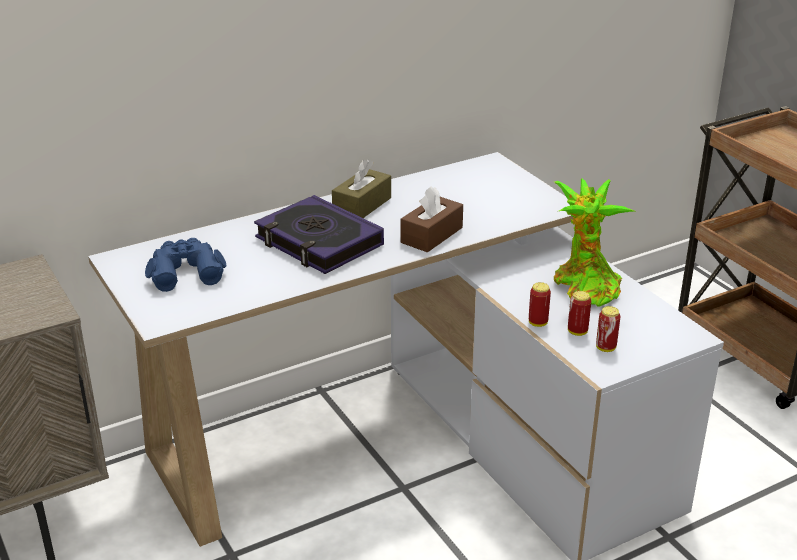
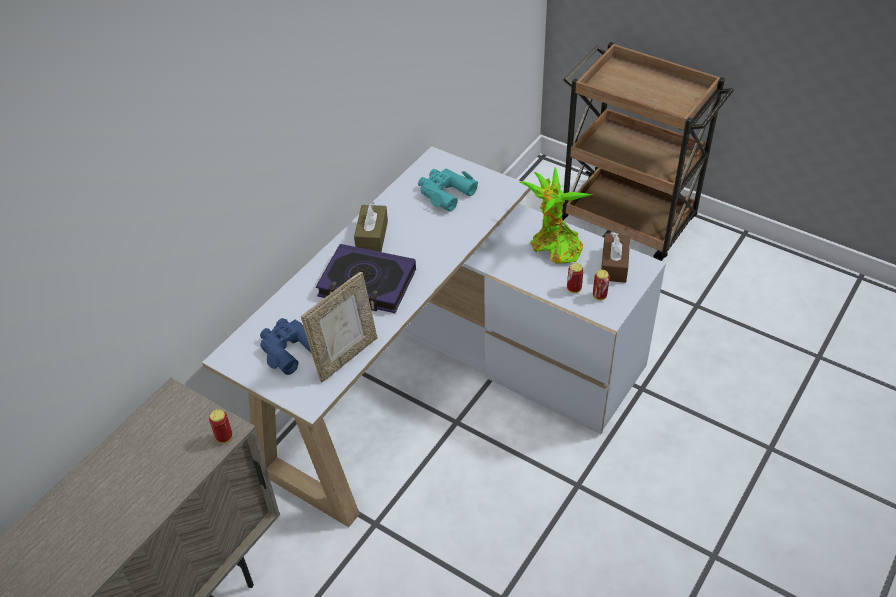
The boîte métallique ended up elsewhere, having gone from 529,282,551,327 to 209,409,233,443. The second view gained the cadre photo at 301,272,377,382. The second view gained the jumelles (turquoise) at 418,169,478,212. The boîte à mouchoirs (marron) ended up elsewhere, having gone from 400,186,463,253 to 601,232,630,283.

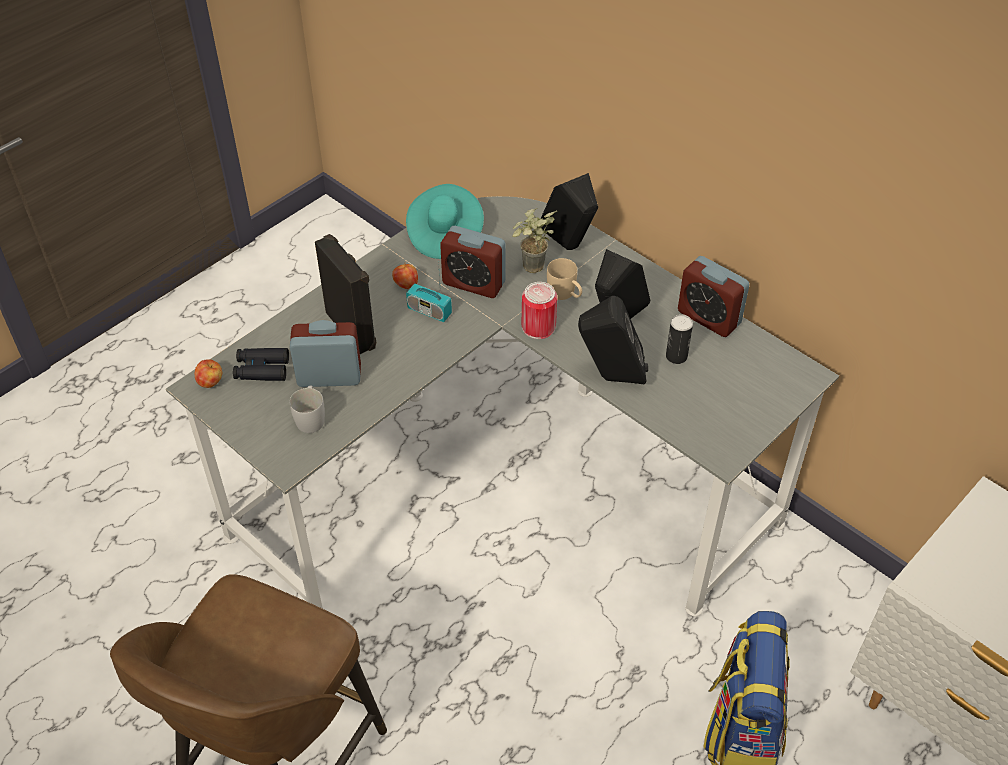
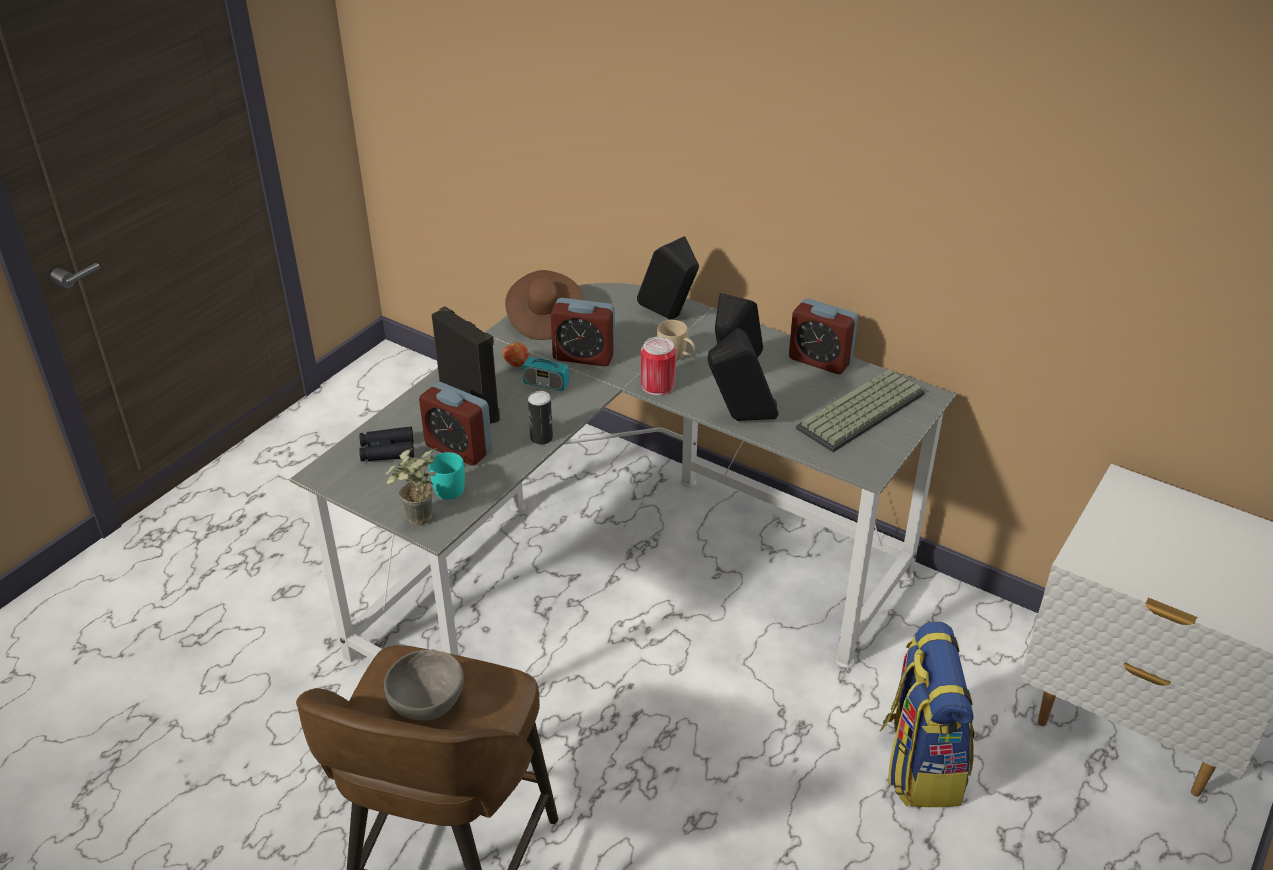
The second view gained the bol (gris) at 384,649,464,721. The plante en pot ended up elsewhere, having gone from 512,208,557,273 to 386,448,437,525. The réveil at 290,320,361,387 ended up facing another way, 135 degrees counterclockwise from before. What was the mug (blanc) at 290,386,325,433 turned into the mug (turquoise) at 429,452,465,500. What was the chapeau (turquoise) at 406,184,484,259 turned into the chapeau (marron) at 505,270,583,340. The boîte métallique ended up elsewhere, having gone from 666,314,693,364 to 528,391,553,445. The second view gained the clavier at 796,369,924,452. The second view lost the pomme at 195,359,222,388.

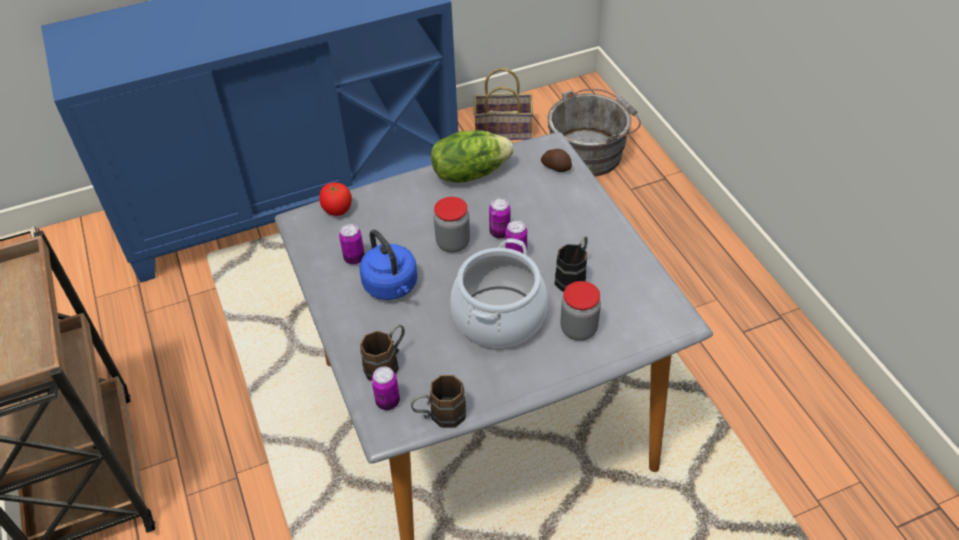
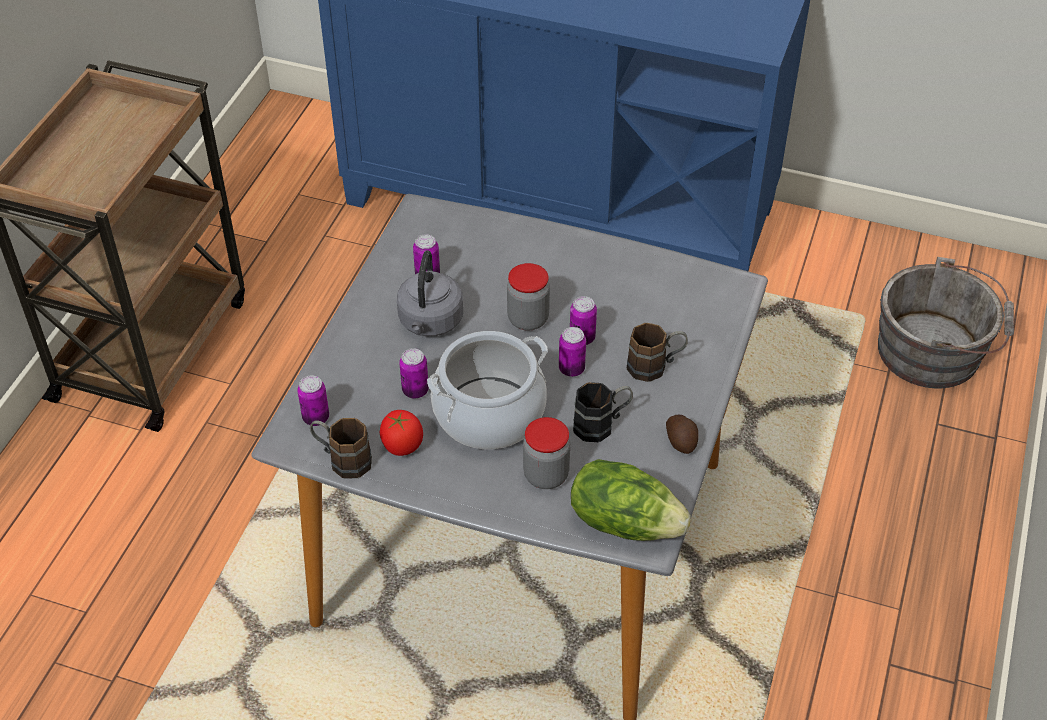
The tomate ended up elsewhere, having gone from 319,183,352,216 to 380,410,423,456. What was the bouilloire (bleu) at 360,230,418,300 turned into the bouilloire (gris) at 397,250,463,336. The second view gained the boîte métallique at 399,348,429,398. The laitue ended up elsewhere, having gone from 431,130,513,183 to 571,459,691,541. The mug (marron) ended up elsewhere, having gone from 360,324,405,381 to 627,323,688,382. The pomme de terre ended up elsewhere, having gone from 541,149,572,172 to 666,415,699,454. The second view lost the panier at 474,68,533,140.

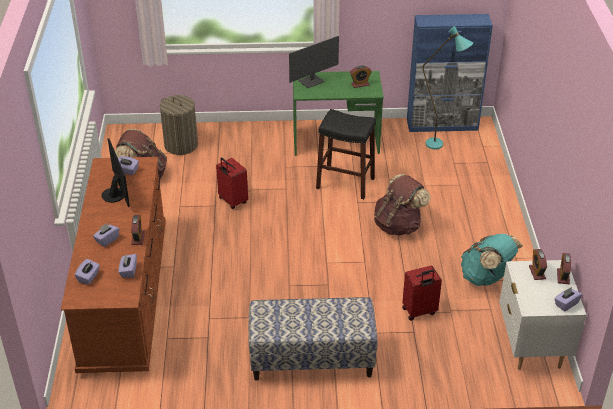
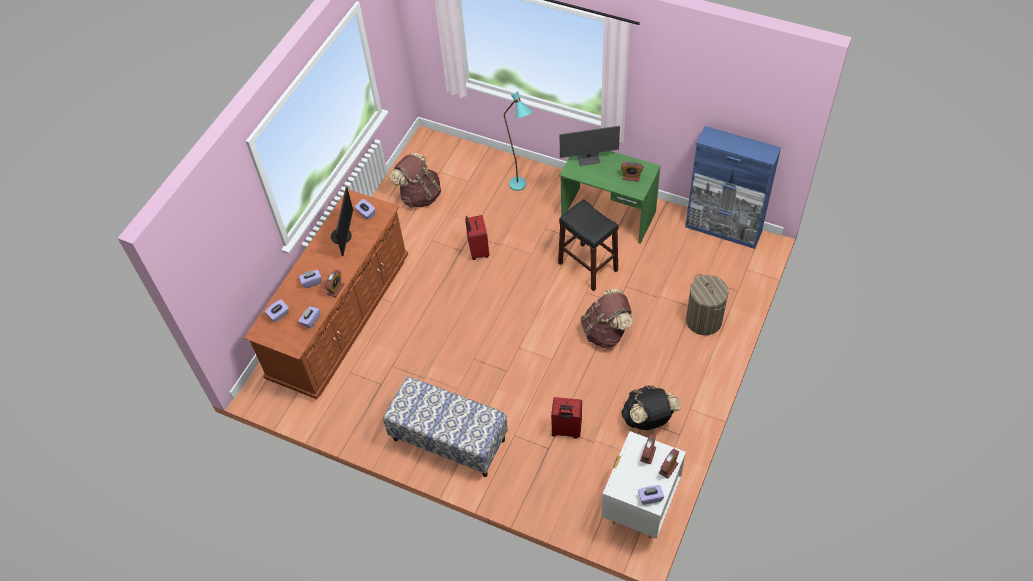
The lampadaire (turquoise) ended up elsewhere, having gone from 422,26,473,150 to 504,91,533,191. What was the sac à dos (turquoise) at 461,234,523,286 turned into the sac à dos (noir) at 622,385,681,430. The panier à linge ended up elsewhere, having gone from 160,95,198,155 to 686,274,729,335.

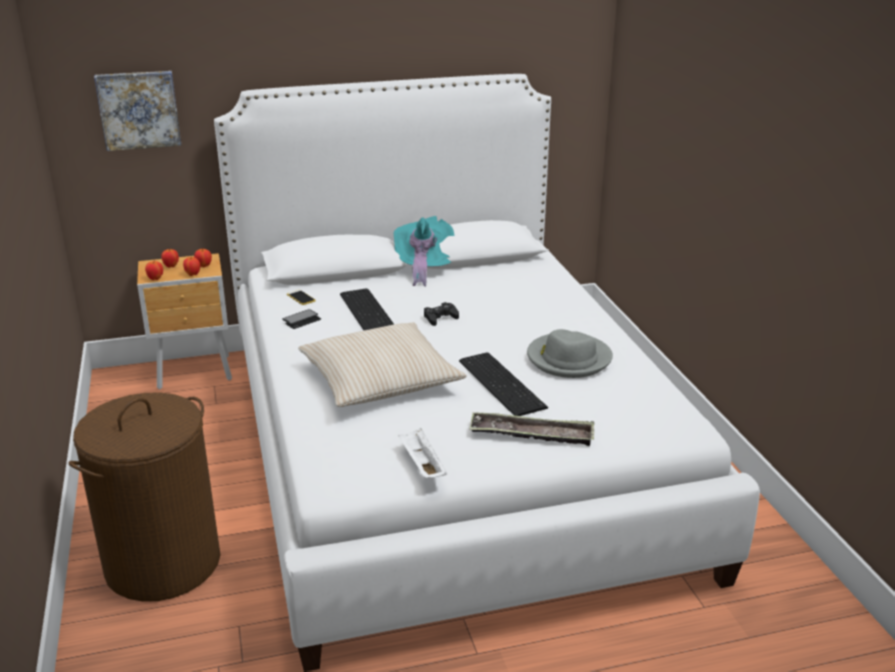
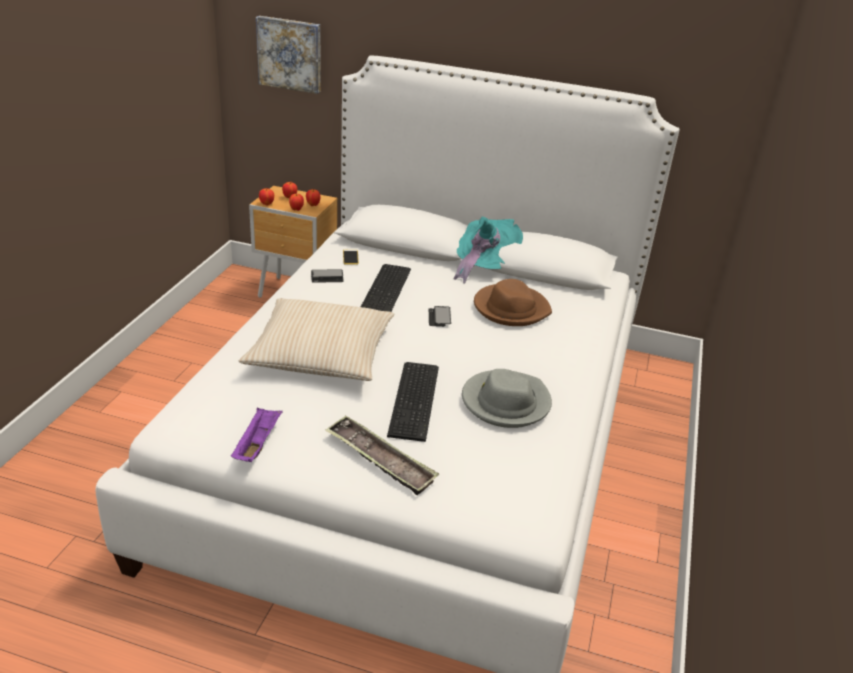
What was the plateau (blanc) at 399,428,447,478 turned into the plateau (violet) at 231,408,283,462. Where the manette (noir) stood at 424,302,459,326, the téléphone came to stand at 429,306,451,327. The second view gained the chapeau (marron) at 474,279,552,326. The second view lost the panier à linge (marron) at 69,392,220,602.

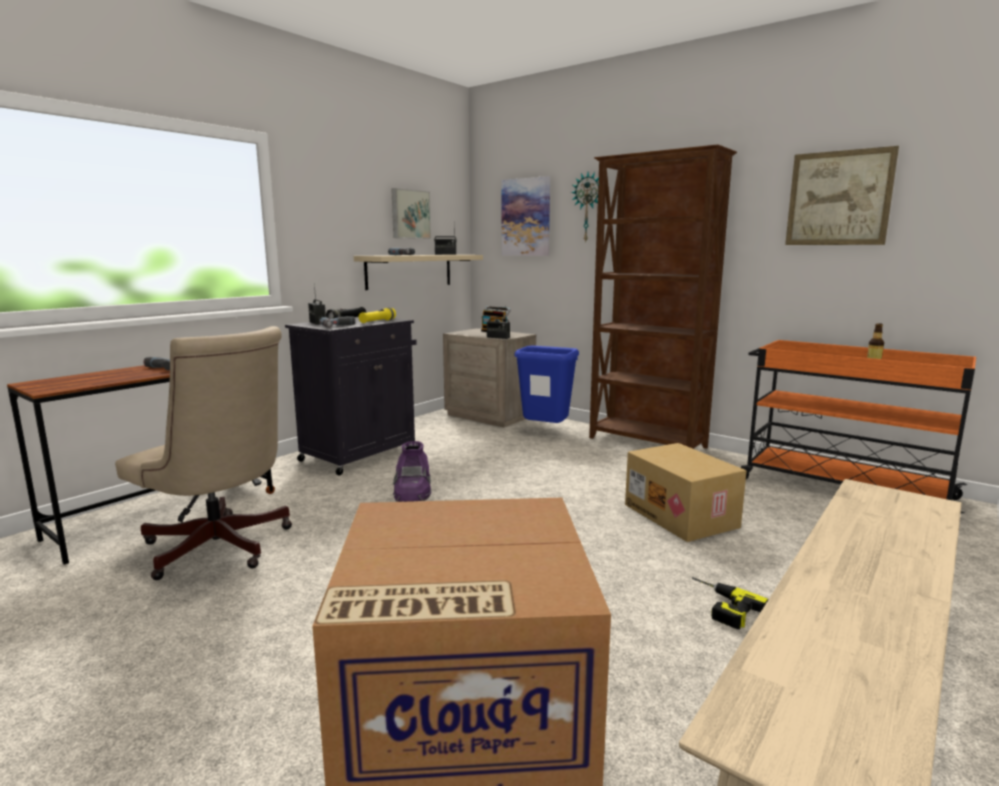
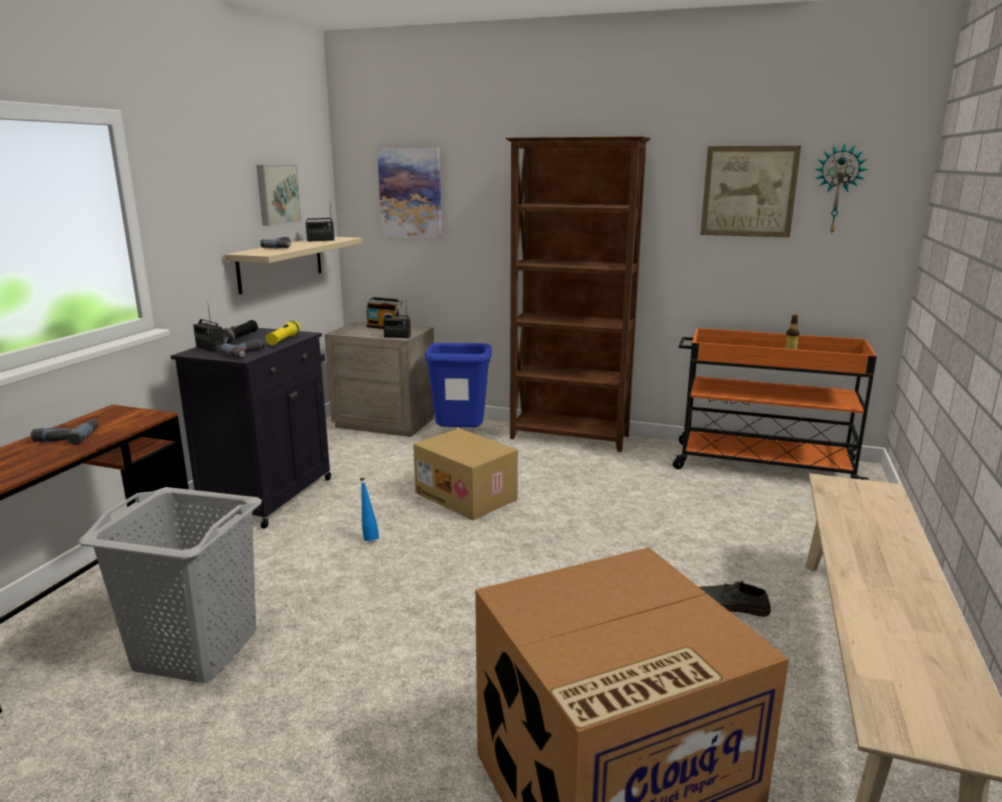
Where the chaise de bureau (beige) stood at 115,326,292,580, the panier à linge (gris) came to stand at 79,487,262,683. Where the botte (violet) stood at 393,441,431,502, the bouteille (bleu) came to stand at 360,478,379,541. The carton ended up elsewhere, having gone from 625,443,746,542 to 413,428,518,520. Where the perceuse stood at 692,577,769,630, the chaussure (gris) came to stand at 699,581,771,617. The horloge murale ended up elsewhere, having gone from 571,172,599,243 to 815,143,868,235.

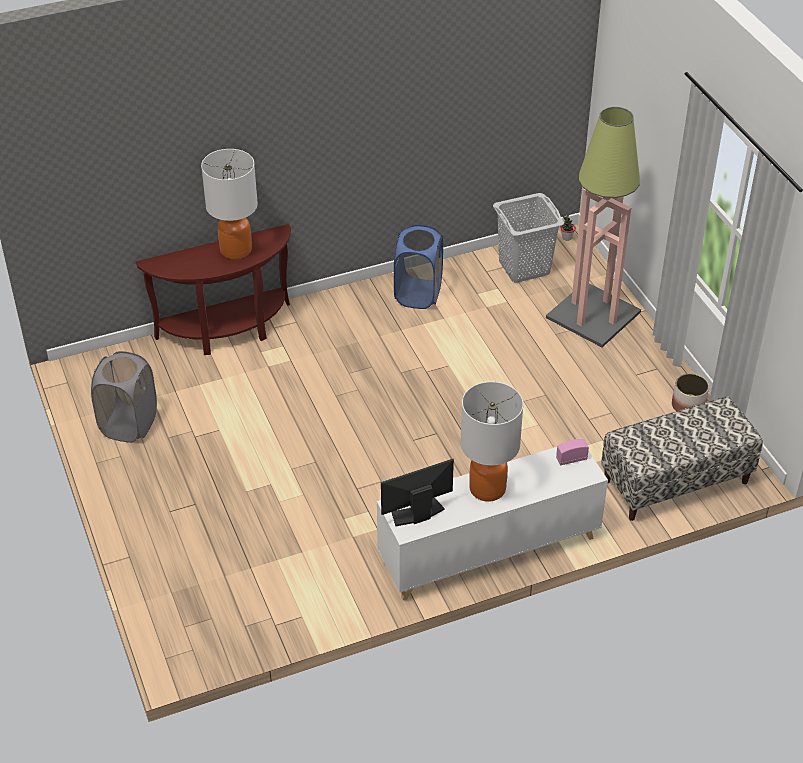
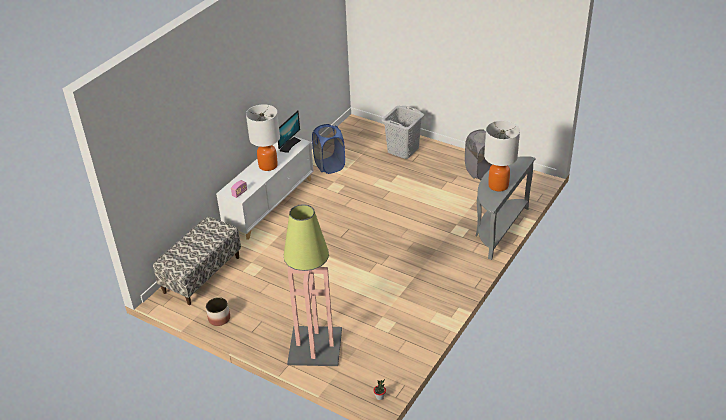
The panier à linge (bleu) ended up elsewhere, having gone from 394,225,443,309 to 312,124,345,174. The panier à linge (gris) ended up elsewhere, having gone from 493,193,564,283 to 381,106,424,159. What was the table console (marron) at 136,224,291,355 turned into the table console (gris) at 476,156,536,260.

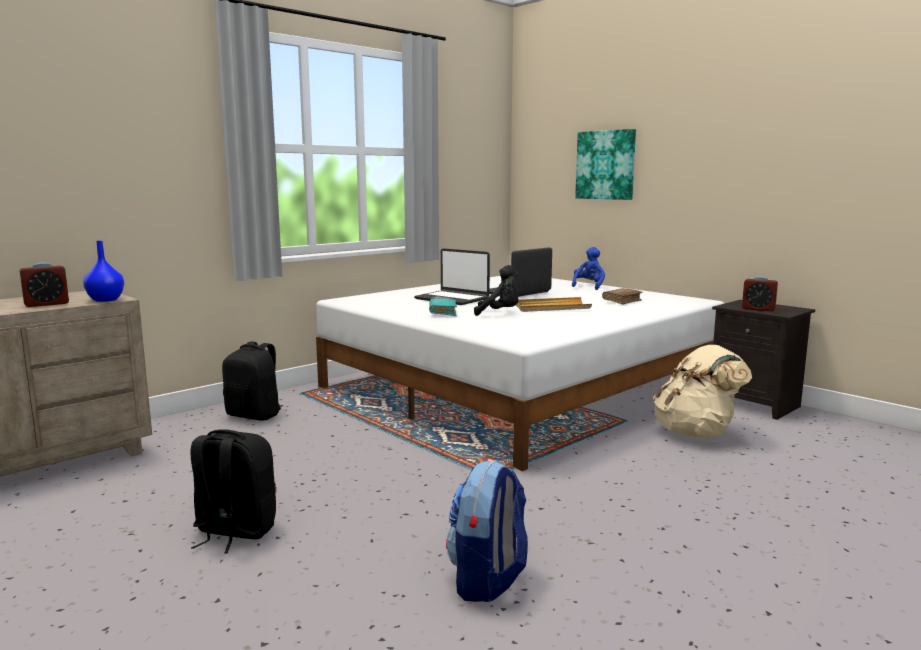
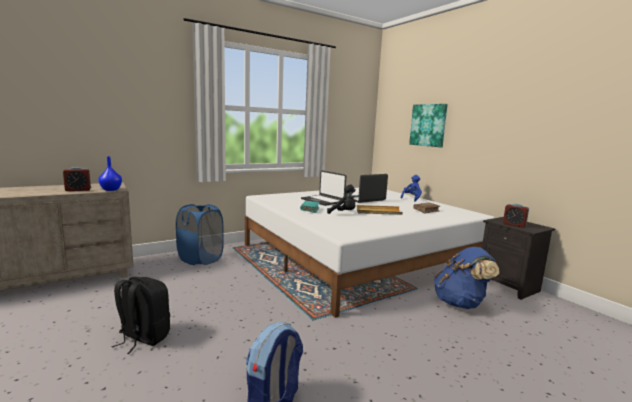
Where the sac à dos (noir) stood at 222,341,283,421, the panier à linge (bleu) came to stand at 176,204,224,265. What was the sac à dos (beige) at 653,345,752,439 turned into the sac à dos (bleu) at 434,247,499,309.

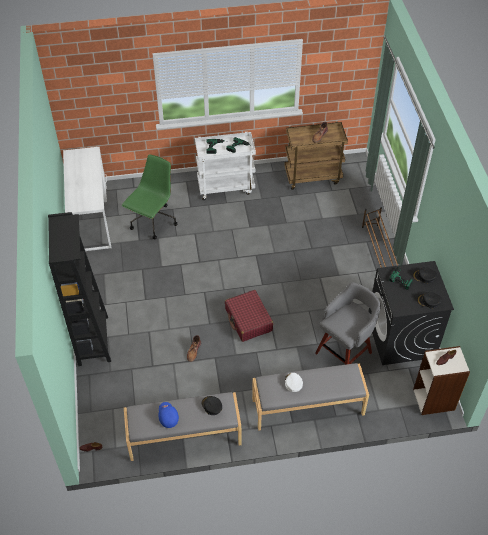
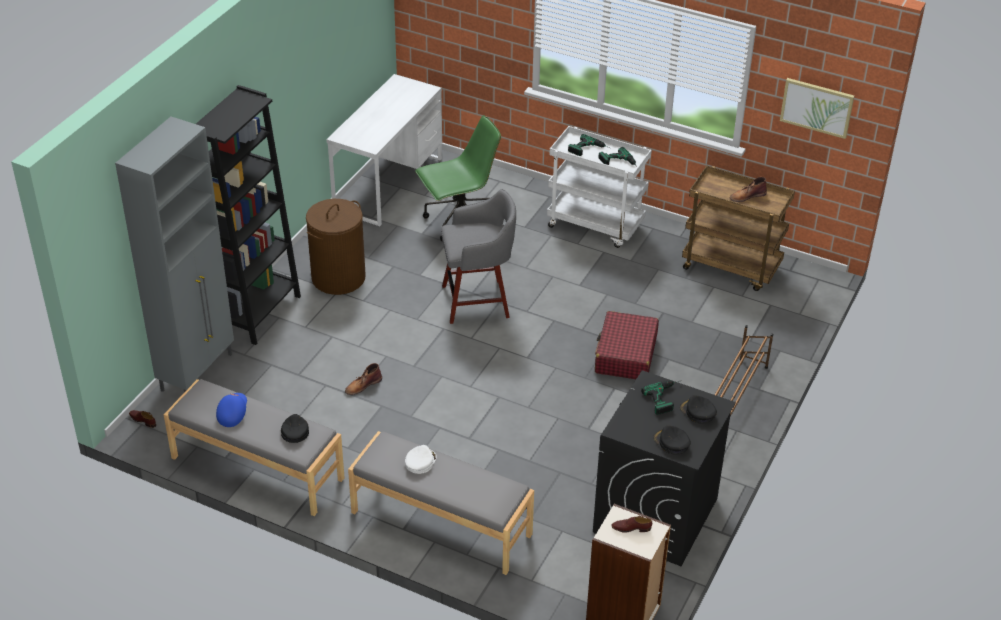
The second view gained the meuble de rangement (gris) at 115,117,234,392. The second view gained the panier à linge (marron) at 306,199,366,295. The tabouret (gris) ended up elsewhere, having gone from 315,282,381,365 to 441,189,516,324. The valise (rouge) ended up elsewhere, having gone from 225,290,273,342 to 595,311,659,379. The second view gained the tableau at 780,78,854,139.

